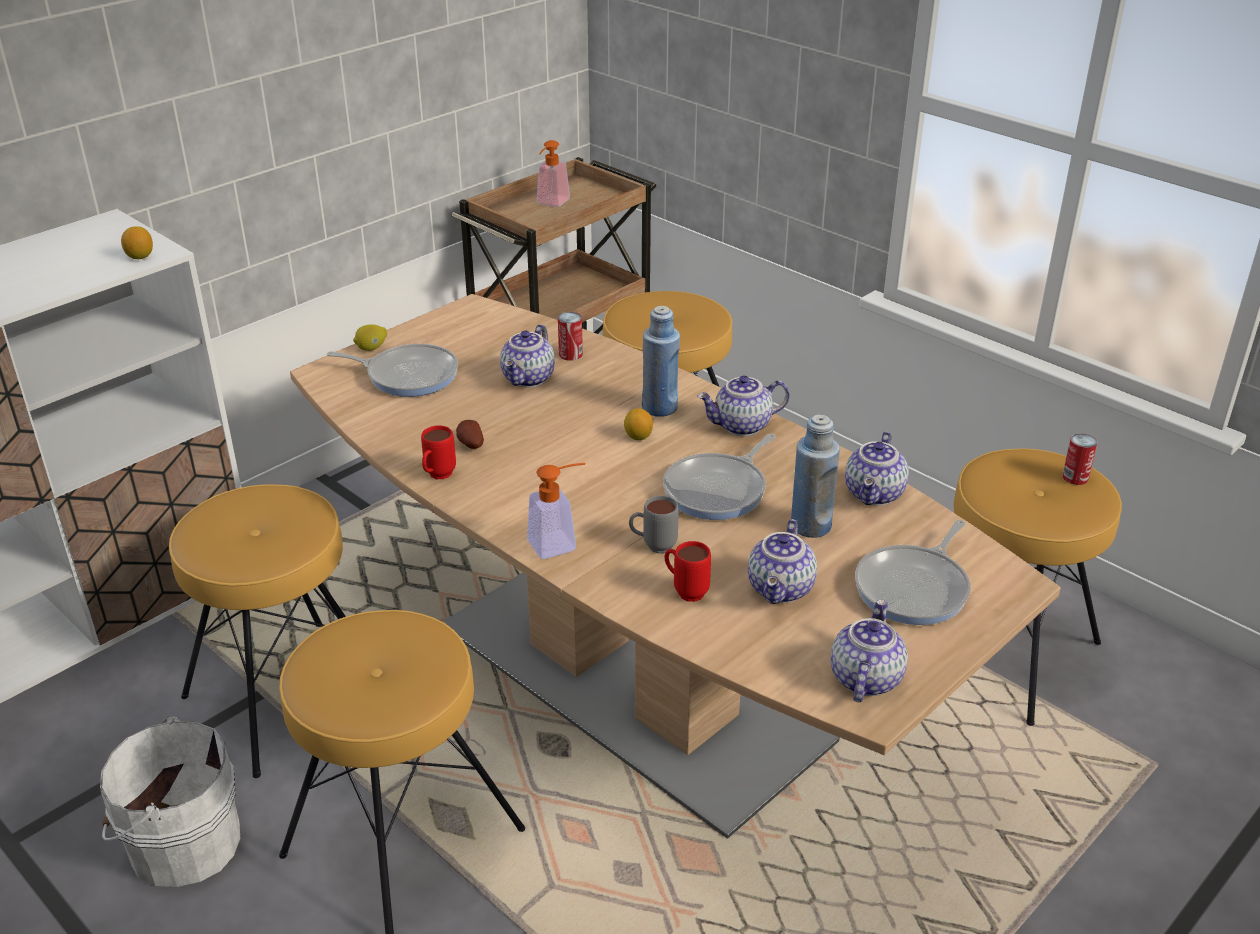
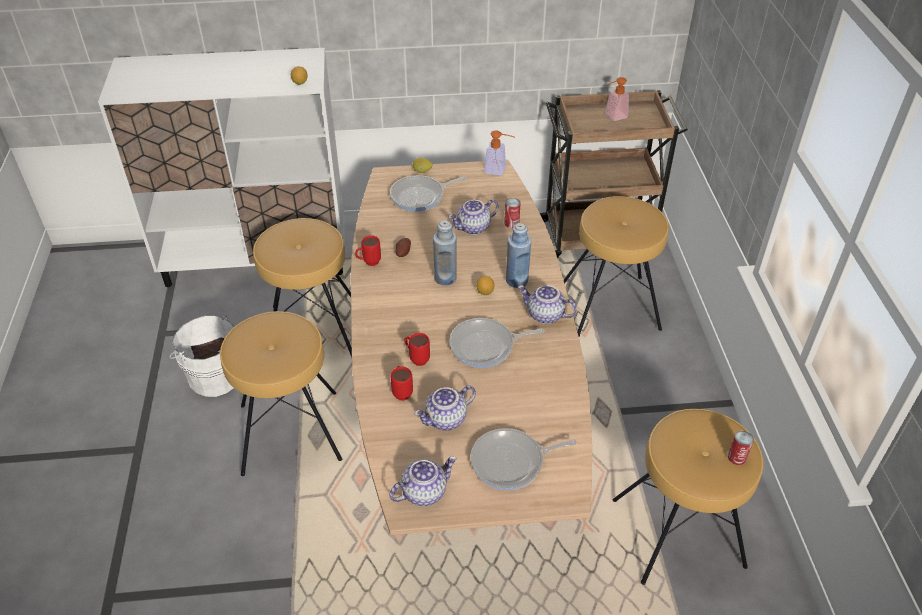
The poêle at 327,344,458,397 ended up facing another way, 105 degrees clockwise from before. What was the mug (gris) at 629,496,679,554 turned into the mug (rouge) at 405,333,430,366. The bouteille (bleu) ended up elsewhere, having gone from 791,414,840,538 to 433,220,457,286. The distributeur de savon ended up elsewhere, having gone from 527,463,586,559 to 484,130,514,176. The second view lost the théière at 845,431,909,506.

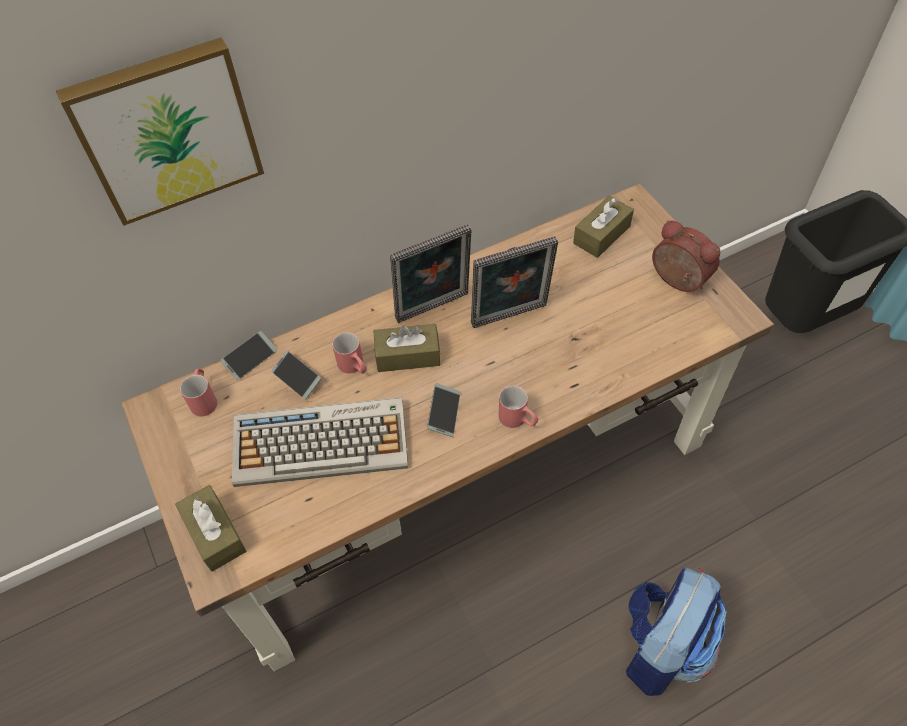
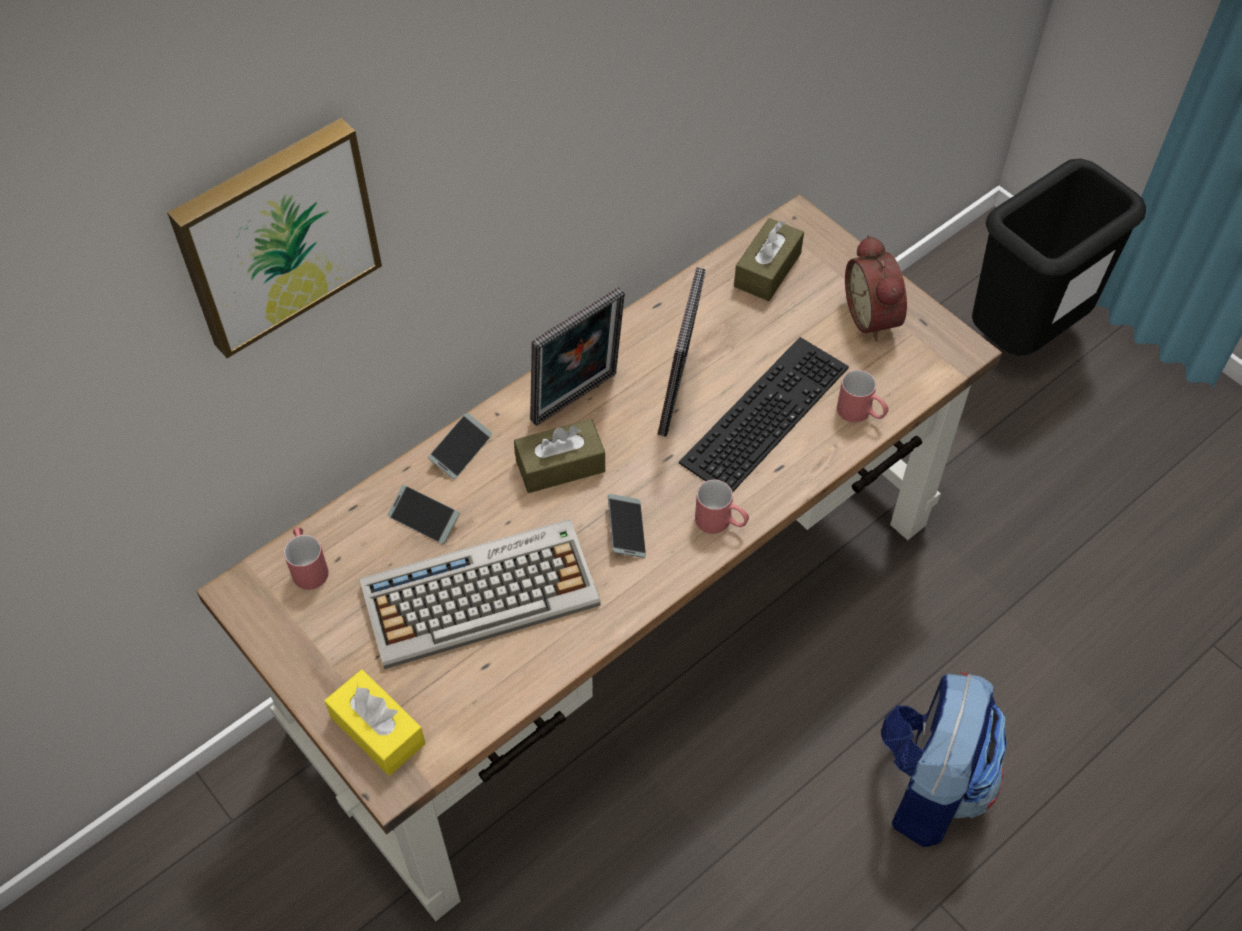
What was the boîte à mouchoirs (marron) at 175,485,246,572 turned into the boîte à mouchoirs (jaune) at 325,669,425,776. The téléphone ended up elsewhere, having gone from 221,331,277,380 to 428,413,492,479. The cadre photo at 471,236,558,328 ended up facing another way, 45 degrees counterclockwise from before. The second view gained the clavier at 679,337,849,492. The mug (rouge) ended up elsewhere, having gone from 332,332,367,374 to 837,370,889,423. The réveil at 652,220,720,292 ended up facing another way, 135 degrees counterclockwise from before.

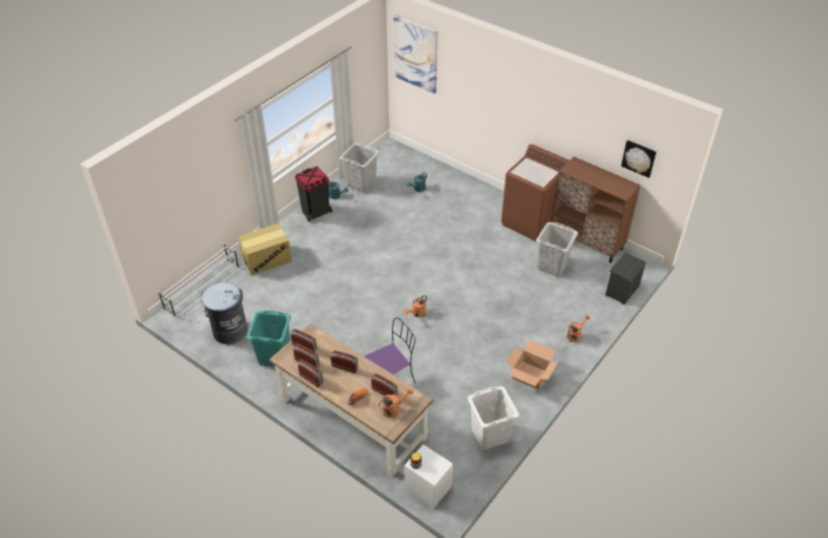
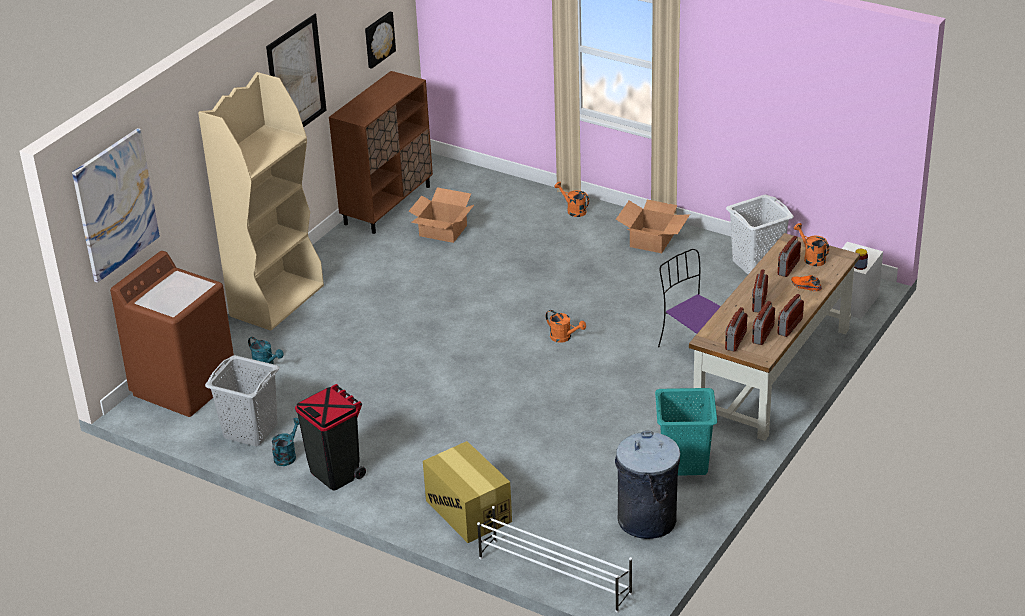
The lave-linge (marron) ended up elsewhere, having gone from 501,144,569,242 to 110,251,234,417. The second view gained the bibliothèque (beige) at 198,72,324,331. The second view gained the tableau at 266,14,327,127. Where the panier à linge (gris) stood at 536,222,578,277, the carton came to stand at 408,187,474,243. The second view lost the table de chevet at 604,252,646,305.

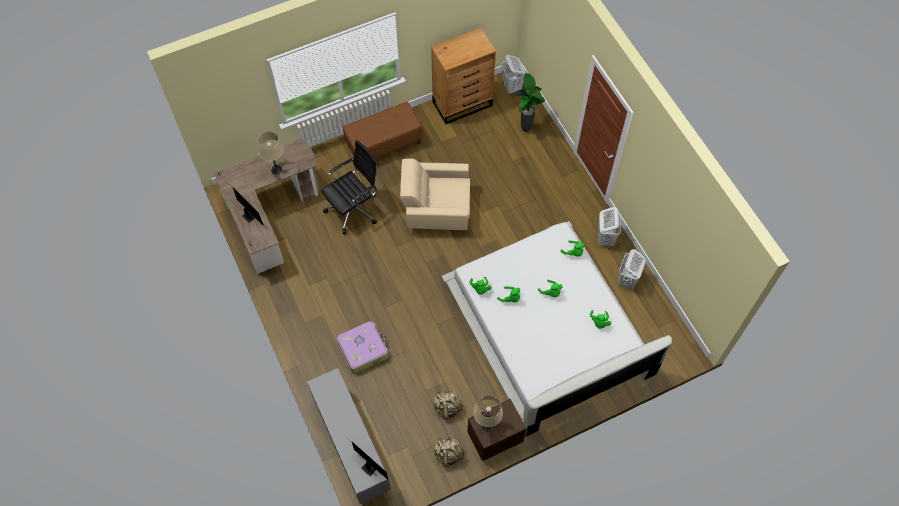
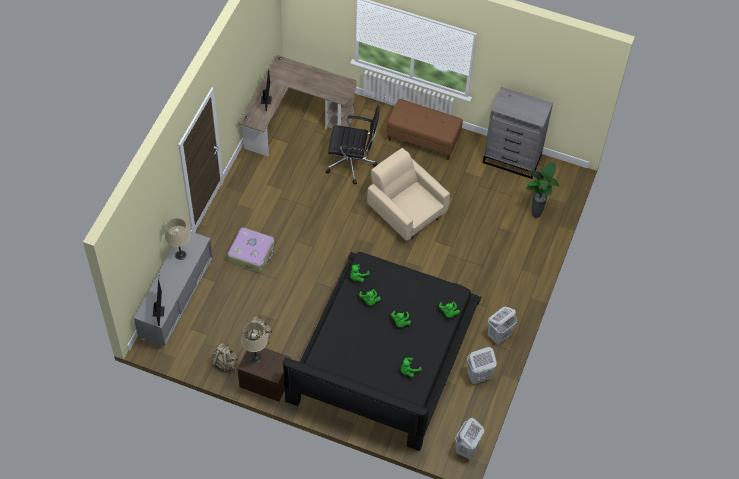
The lampe de table (beige) ended up elsewhere, having gone from 258,131,284,175 to 165,218,190,260. What was the lit (blanc) at 442,221,672,437 turned into the lit (noir) at 283,252,482,451. The panier à linge (blanc) ended up elsewhere, having gone from 501,55,526,95 to 455,418,484,459. What was the commode (marron) at 431,28,496,124 turned into the commode (gris) at 483,87,553,179.

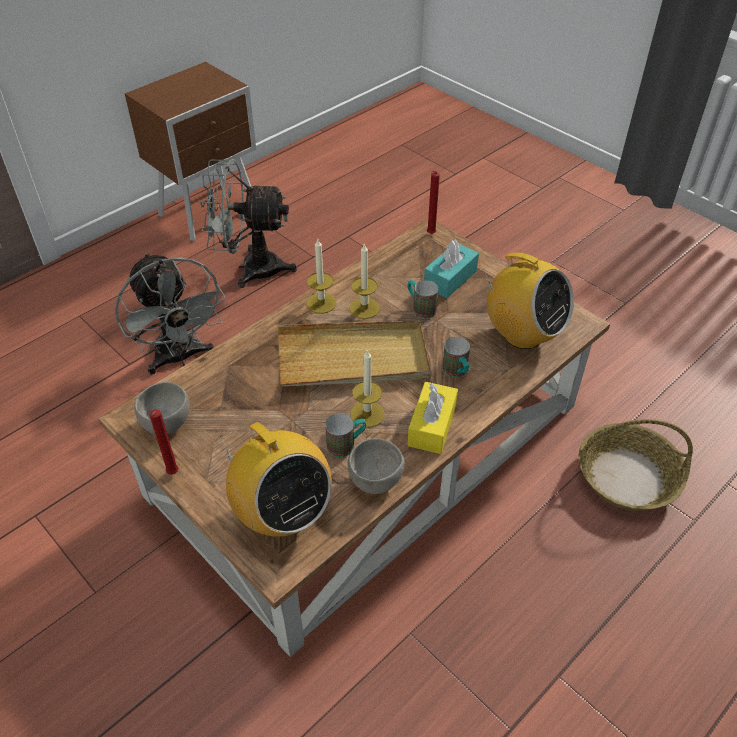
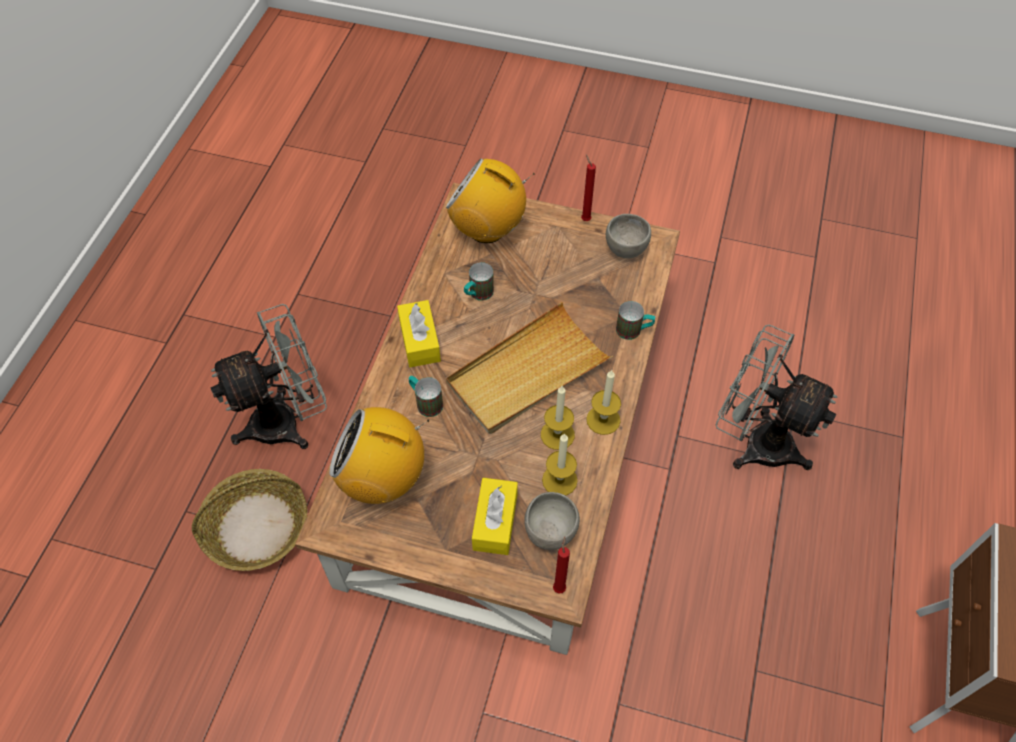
The ventilateur (gris) ended up elsewhere, having gone from 200,159,297,288 to 210,304,327,449. What was the boîte à mouchoirs (turquoise) at 424,240,479,298 turned into the boîte à mouchoirs (jaune) at 472,478,518,555. The bol (gris) ended up elsewhere, having gone from 348,438,405,494 to 524,492,580,550. The bougie ended up elsewhere, having gone from 350,349,384,428 to 542,433,578,496. The mug ended up elsewhere, having gone from 408,280,438,319 to 616,301,655,340.

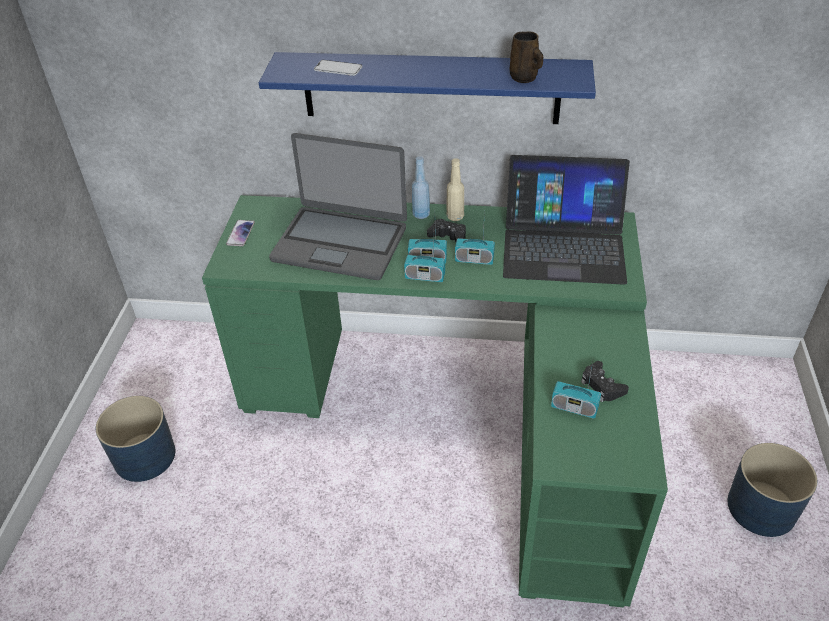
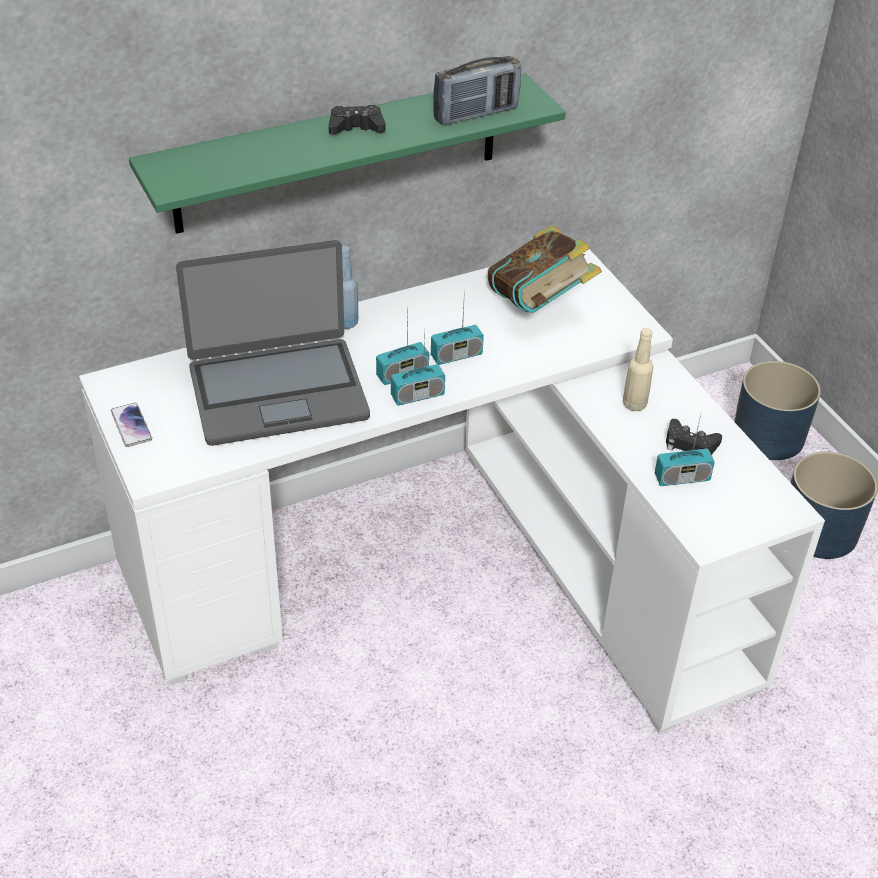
What was the bureau (vert) at 202,195,668,607 turned into the bureau (blanc) at 79,249,825,733. What was the étagère (bleu) at 259,52,596,124 turned into the étagère (vert) at 129,73,566,234. The manette (noir) ended up elsewhere, having gone from 427,219,466,242 to 329,105,386,135. Where the mug (marron) stood at 510,31,543,83, the radio came to stand at 433,56,521,125. Where the ordinateur portable stood at 503,155,630,285, the livre came to stand at 488,225,602,313. The bouteille (beige) ended up elsewhere, having gone from 446,158,464,221 to 623,328,653,411. The cache-pot (bleu) ended up elsewhere, having gone from 96,396,175,482 to 734,361,821,460. The second view lost the téléphone at 314,60,363,76.

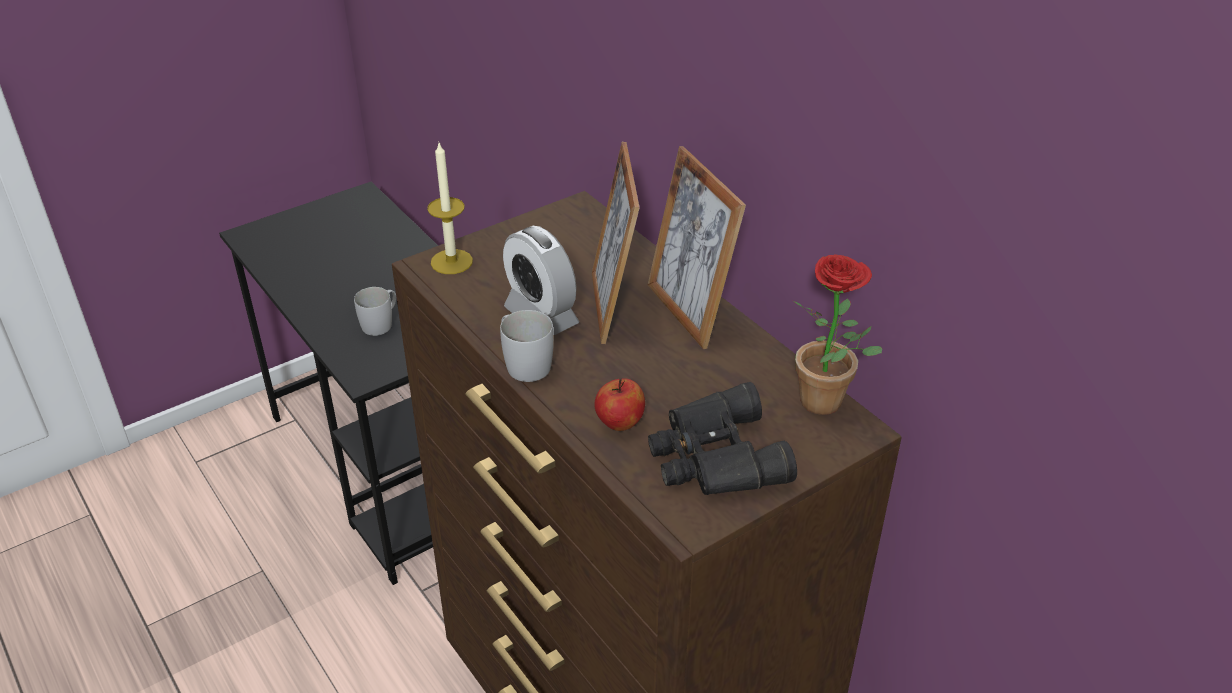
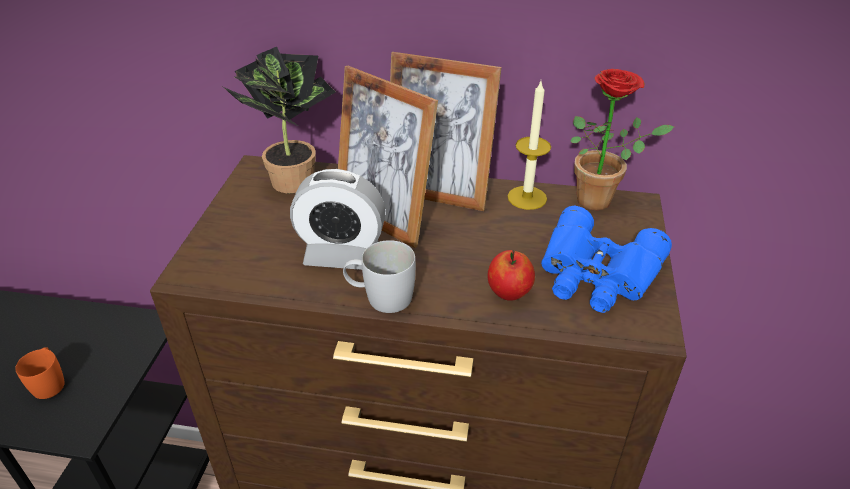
What was the mug (blanc) at 354,287,396,336 turned into the mug (orange) at 15,347,65,399. The second view gained the plante en pot at 223,47,335,193. The bougie ended up elsewhere, having gone from 427,141,473,274 to 508,81,551,210. What was the jumelles (noir) at 648,382,797,495 turned into the jumelles (bleu) at 541,206,672,313.

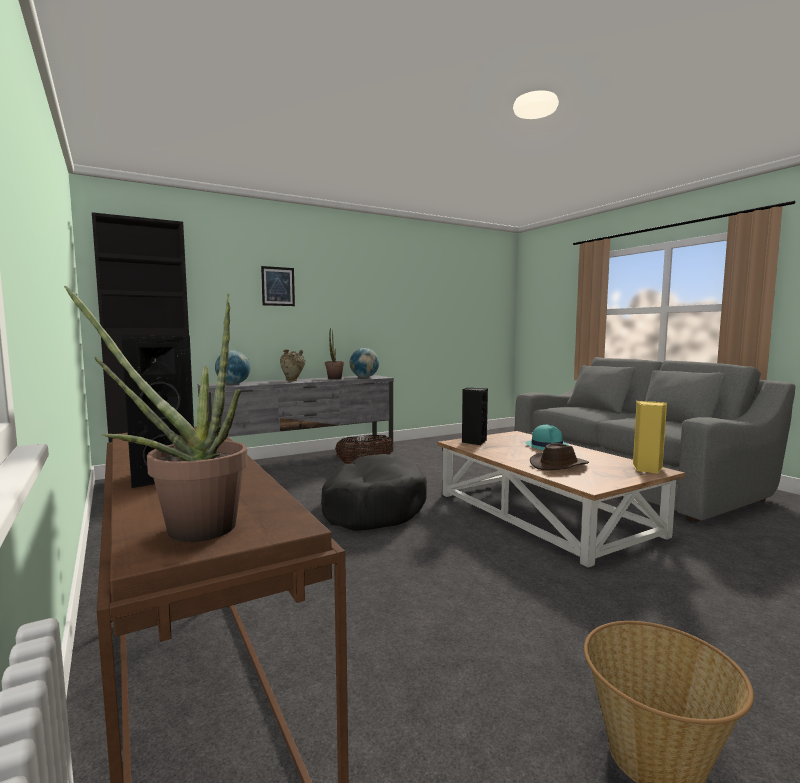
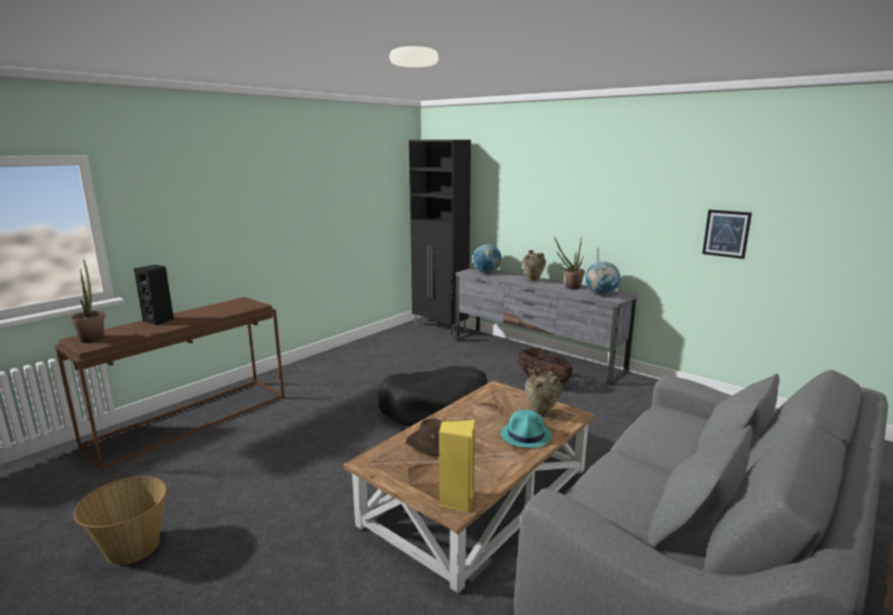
The second view gained the vase (beige) at 525,368,562,416. The tableau ended up elsewhere, having gone from 261,266,295,306 to 702,210,752,259. The second view lost the enceinte (noir) at 462,388,488,445.

